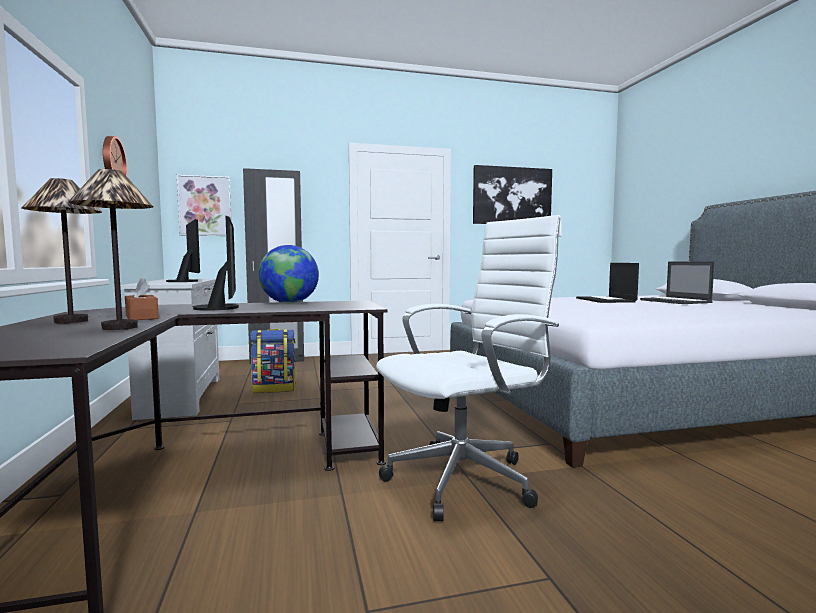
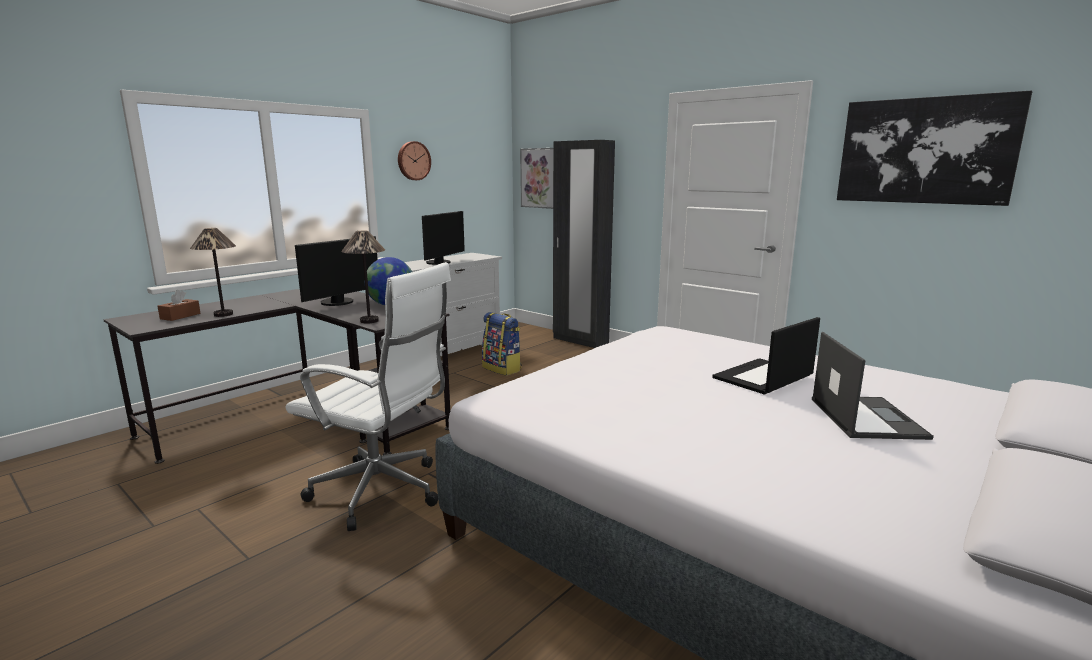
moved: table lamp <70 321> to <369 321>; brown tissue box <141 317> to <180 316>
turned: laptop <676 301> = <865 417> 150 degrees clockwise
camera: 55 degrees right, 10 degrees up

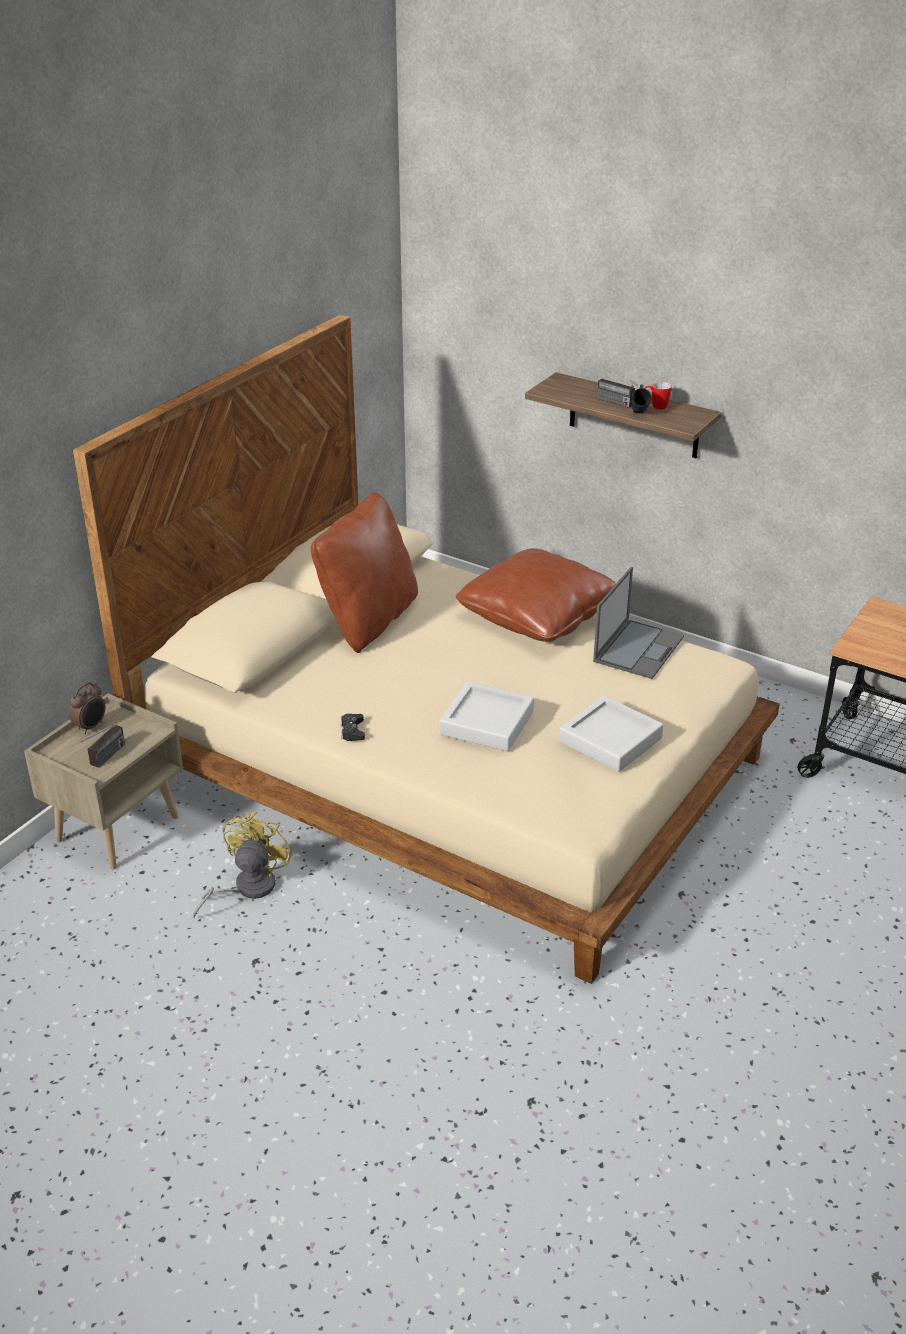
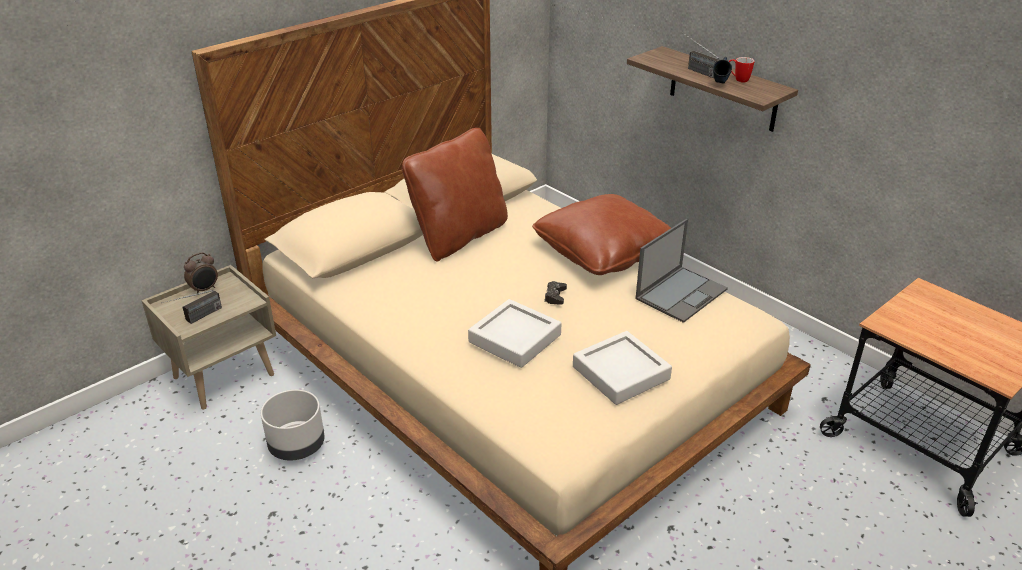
moved: black game controller <352 731> to <555 296>
replaced: yellow fan <246 888> to grey planter <296 446>
camera: 15 degrees right, 0 degrees up

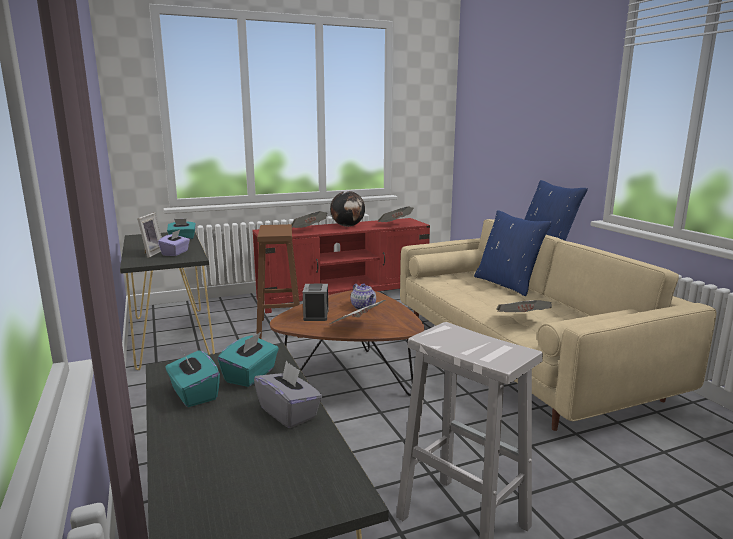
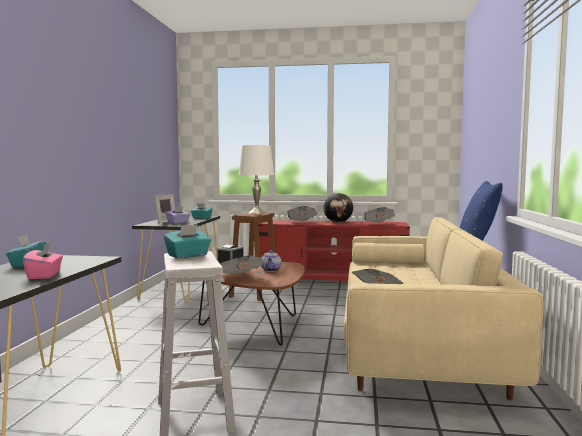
removed: blue pillow <507 284>
added: white table lamp <256 213>
moved: turquoise tissue box <251 375> to <188 255>
recoloured: grey tissue box <289 413> to pink tissue box <45 275>
camera: 30 degrees right, 10 degrees down

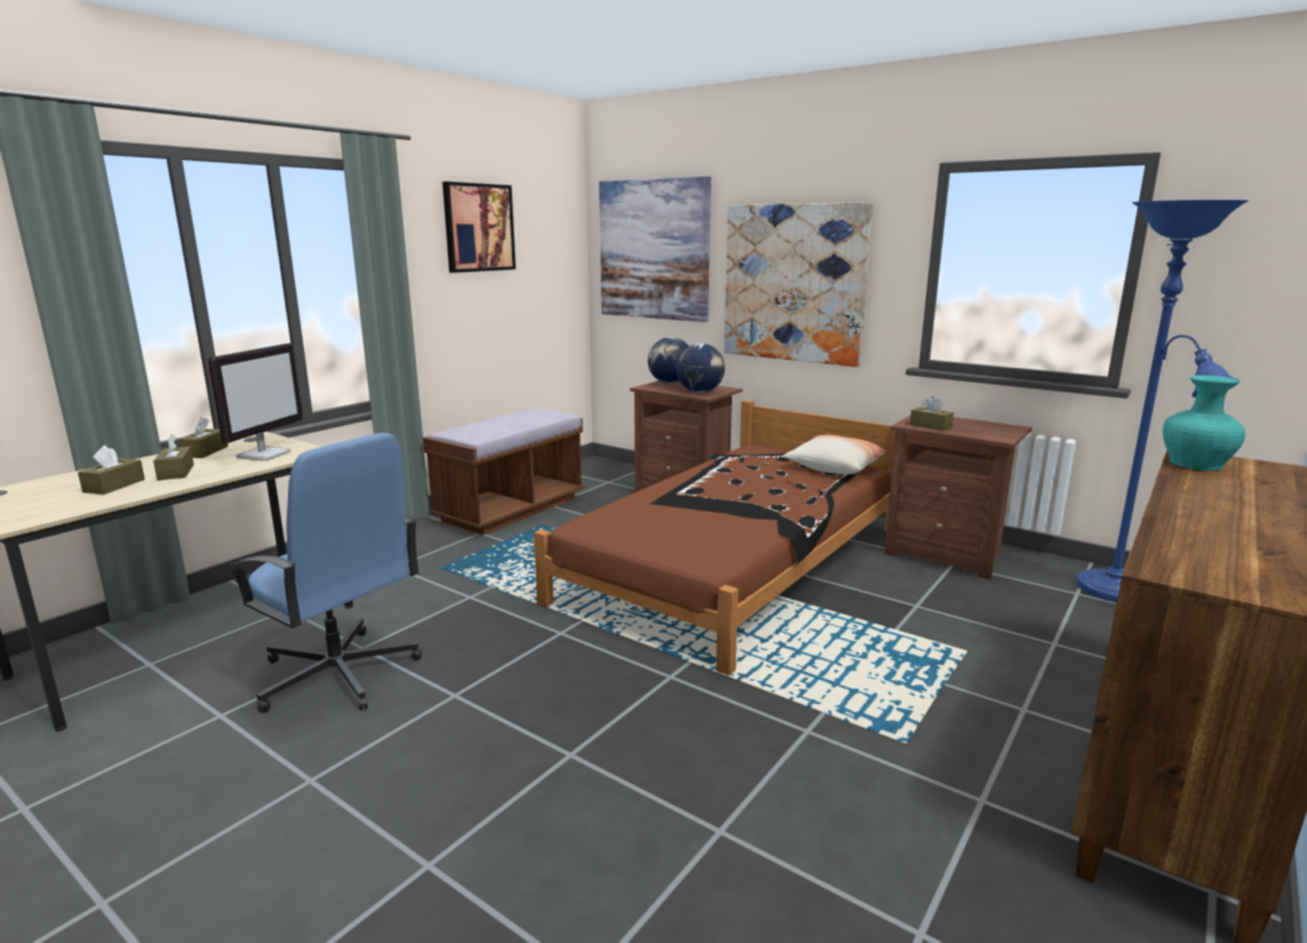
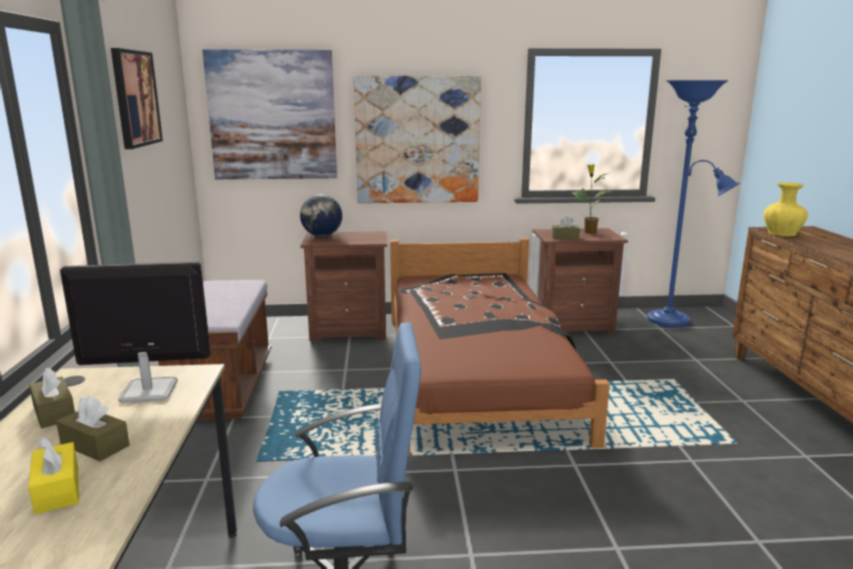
removed: globe <700 392>; pillow <835 468>
added: potted plant <589 232>
recoloured: brown tissue box <114 486> to yellow tissue box <57 489>; turquoise vase <1194 464> to yellow vase <781 233>
turned: monitor <264 454> = <147 391> 75 degrees counterclockwise
camera: 40 degrees left, 0 degrees up

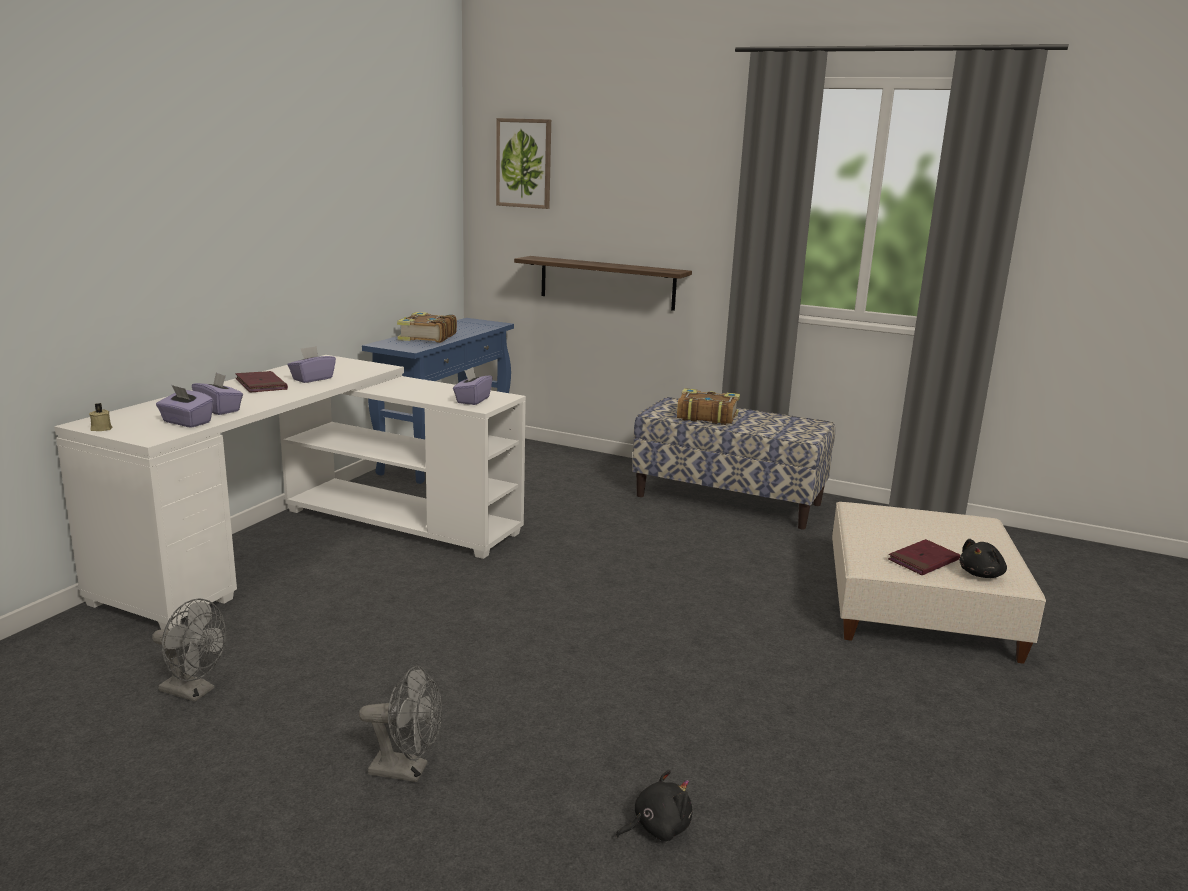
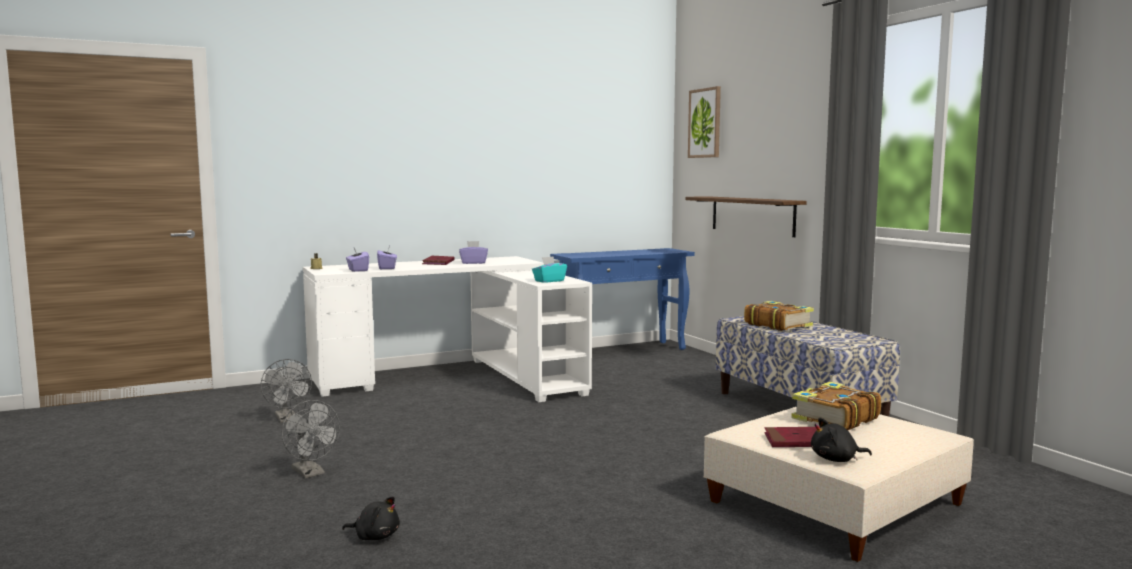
moved: book <426 337> to <834 418>
recoloured: purple tissue box <472 400> to turquoise tissue box <549 281>
camera: 40 degrees right, 10 degrees down

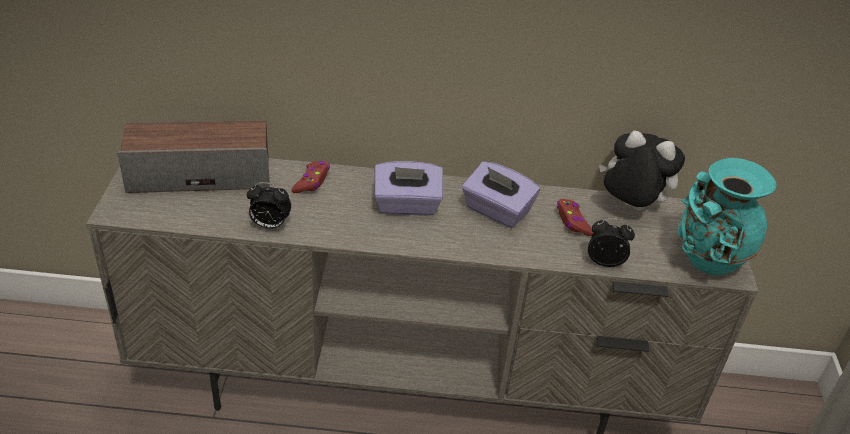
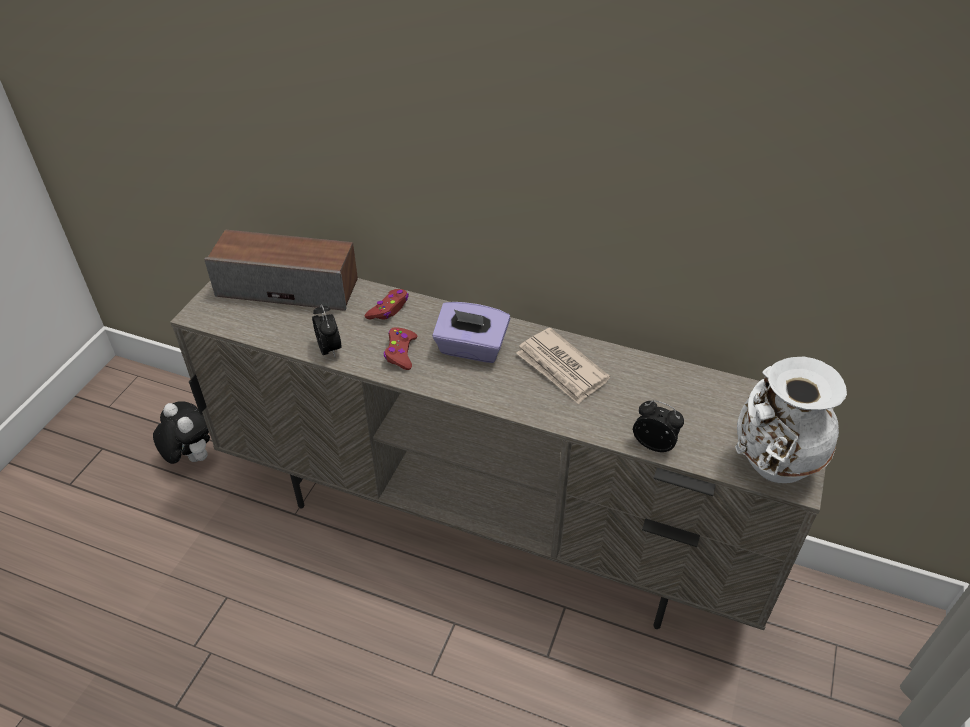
moved: red game controller <573 222> to <400 352>; plush toy <630 207> to <190 457>
replaced: purple tissue box <496 211> to newspaper <561 368>
recoloured: turquoise vase <706 262> to white vase <771 465>
turned: alarm clock <269 225> = <330 349> 135 degrees counterclockwise
camera: 20 degrees right, 5 degrees up

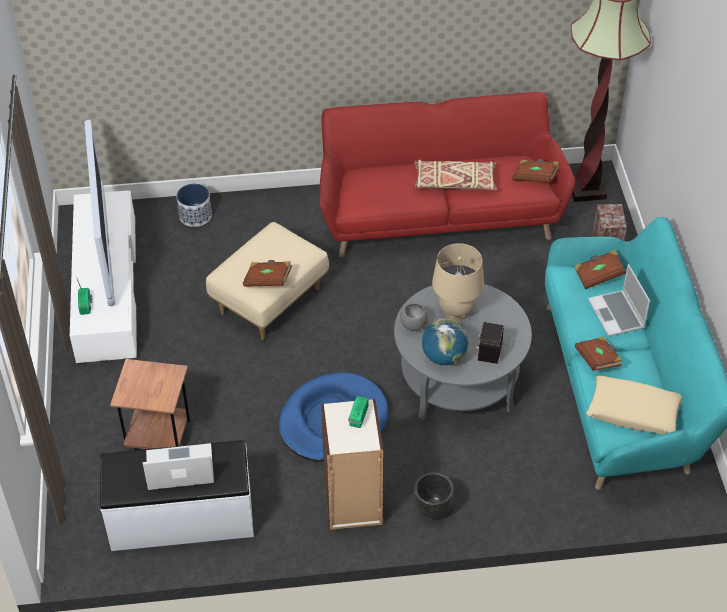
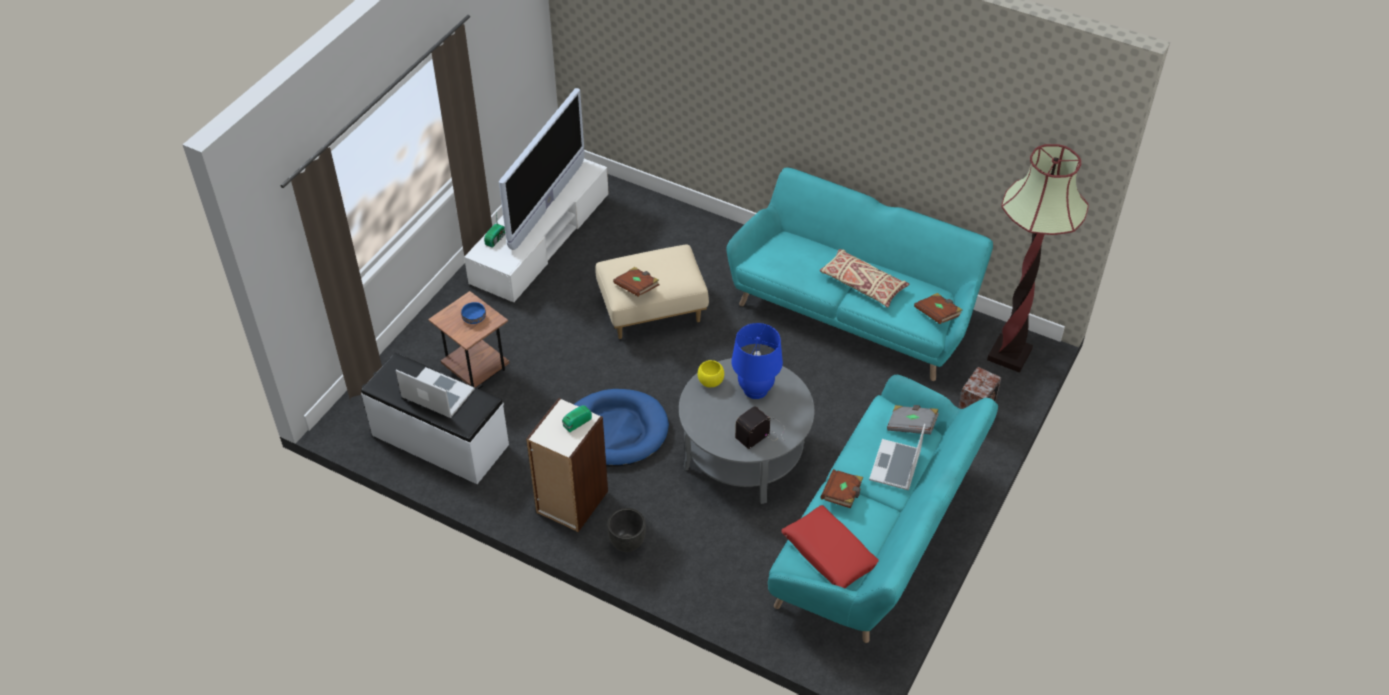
removed: planter <195 216>; globe <444 357>
added: blue bowl <473 318>
recoloured: red sofa <438 214> to turquoise sofa <855 311>; grey bowl <413 325> to yellow bowl <710 381>; beige table lamp <456 311> to blue table lamp <755 389>; brown book <598 276> to grey book <911 425>; beige pillow <633 412> to red pillow <829 554>
camera: 35 degrees right, 0 degrees up

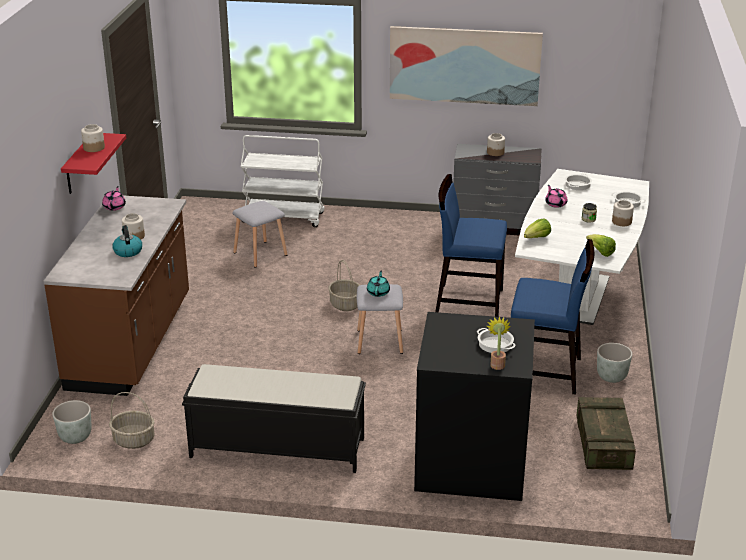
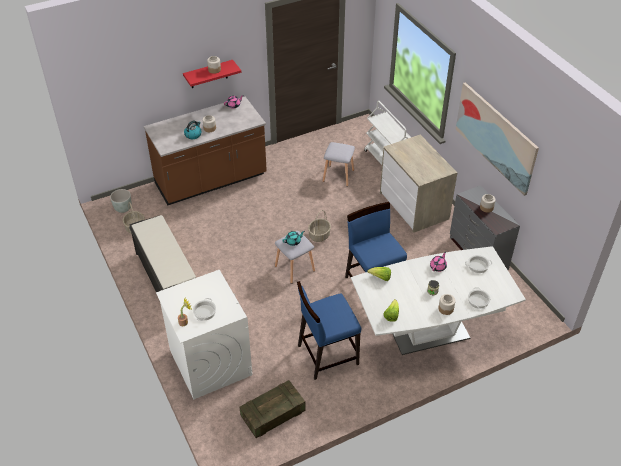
removed: grey planter <612 377>
added: dresser <414 206>
recoloured: black washing machine <470 464> to white washing machine <210 362>
turned: blue chair <545 372> = <327 354> 90 degrees clockwise
camera: 55 degrees right, 15 degrees up

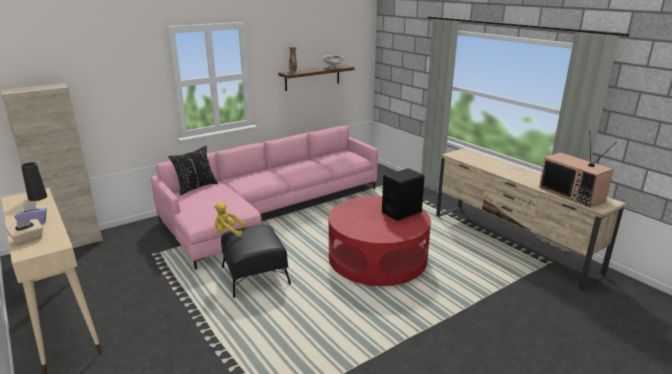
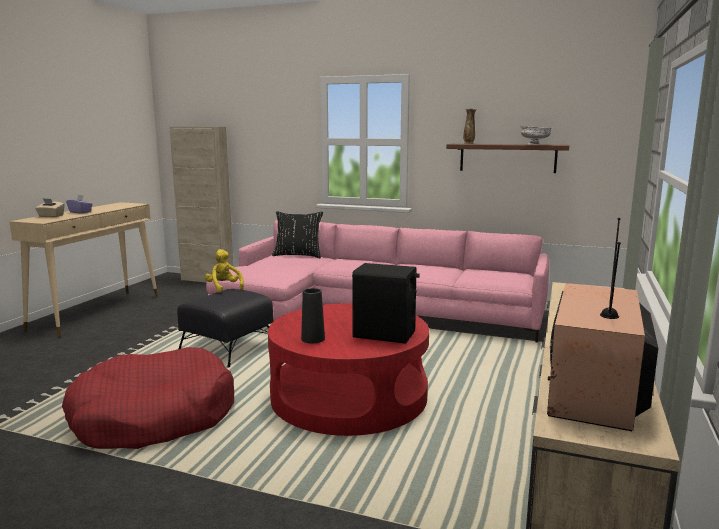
added: red dog bed <154 416>
moved: black vase <37 197> to <313 339>
camera: 55 degrees right, 10 degrees down

